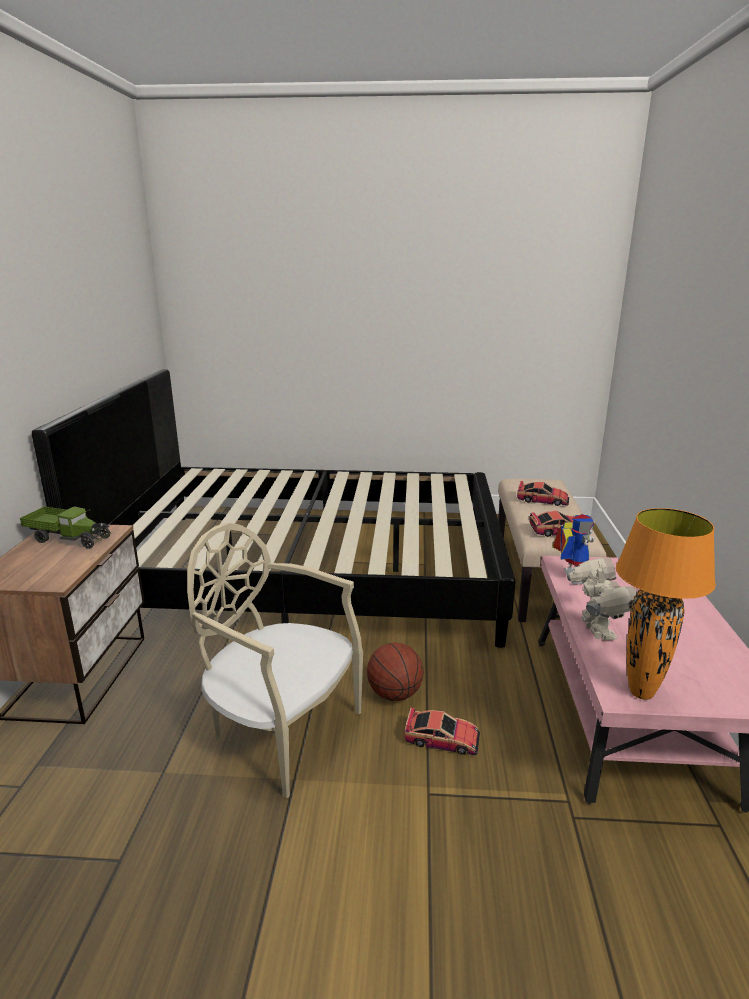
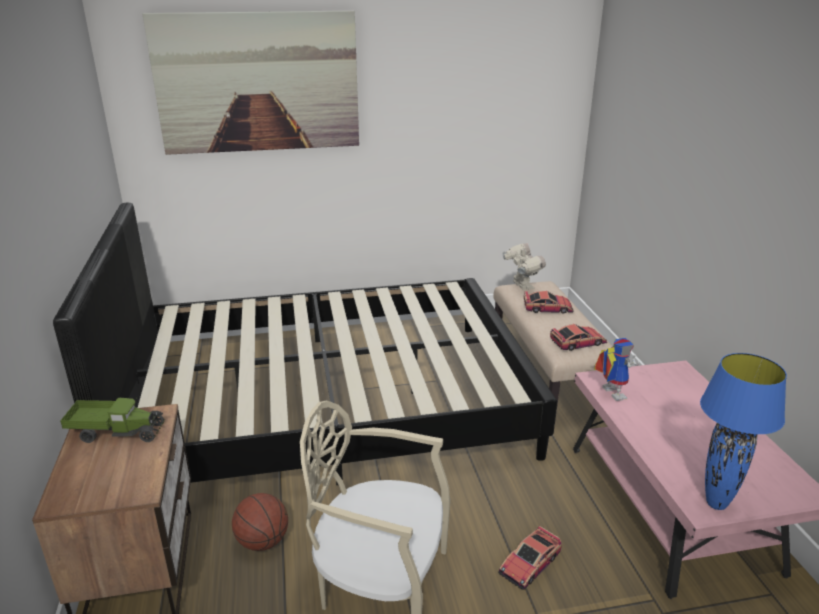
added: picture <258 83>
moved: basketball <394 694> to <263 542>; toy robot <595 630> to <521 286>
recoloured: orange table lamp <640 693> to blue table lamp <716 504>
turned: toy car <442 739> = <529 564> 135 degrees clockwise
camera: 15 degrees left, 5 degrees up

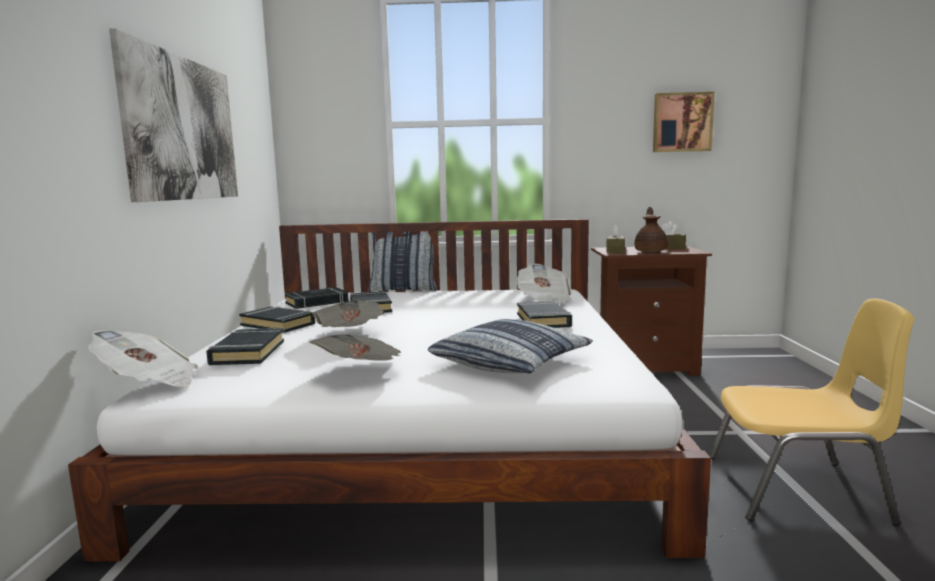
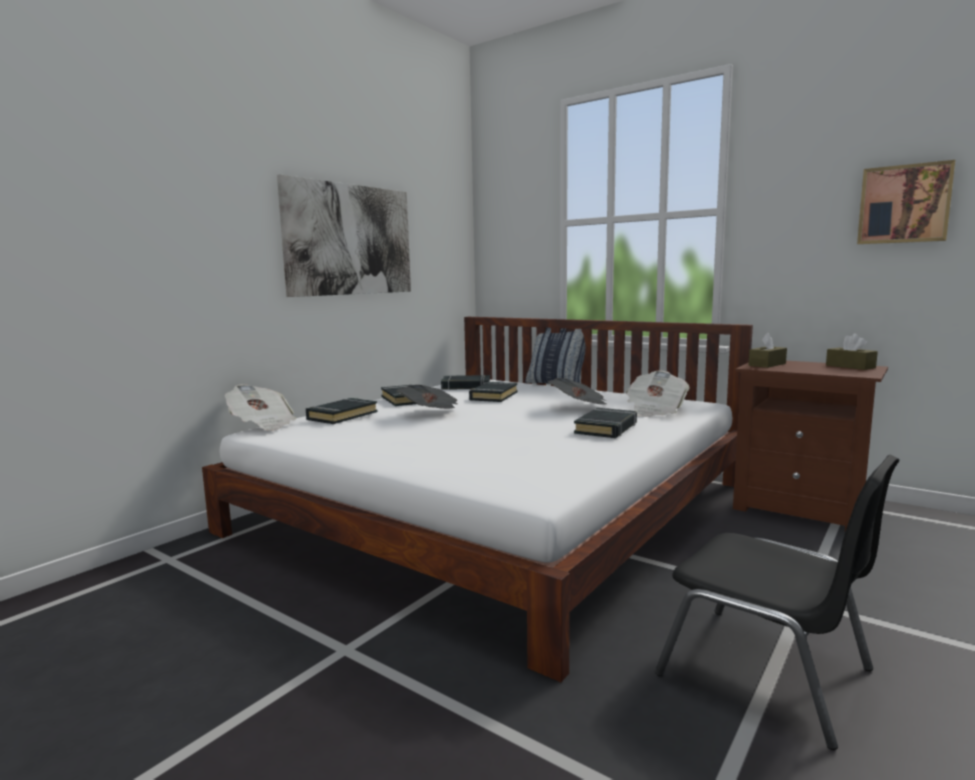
removed: pillow <511 363>; brown teapot <651 251>
moved: newspaper <361 373> to <579 408>
recoloured: yellow chair <797 489> to black chair <768 673>
camera: 35 degrees right, 0 degrees up

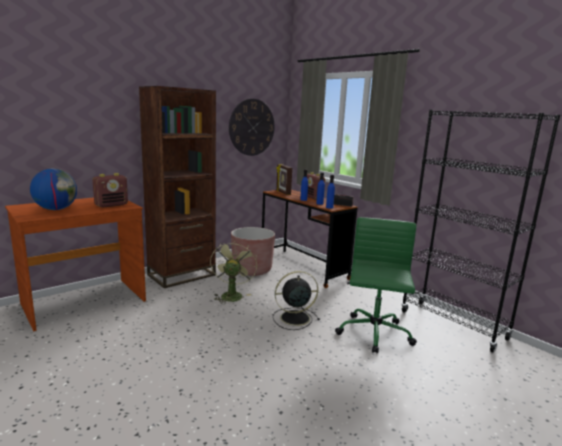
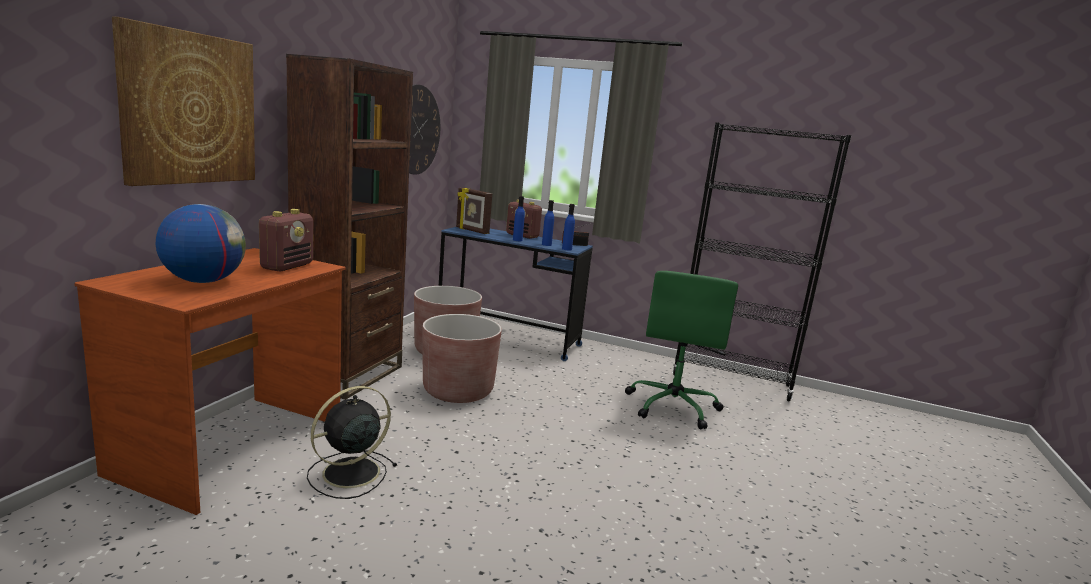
added: picture <189 108>
moved: black fan <293 318> to <349 473>
replaced: green fan <231 295> to brown planter <458 391>
recoloured: brown desk <303 268> to blue desk <508 338>
turned: green office chair <374 334> = <673 406> 150 degrees counterclockwise
camera: 30 degrees left, 0 degrees up

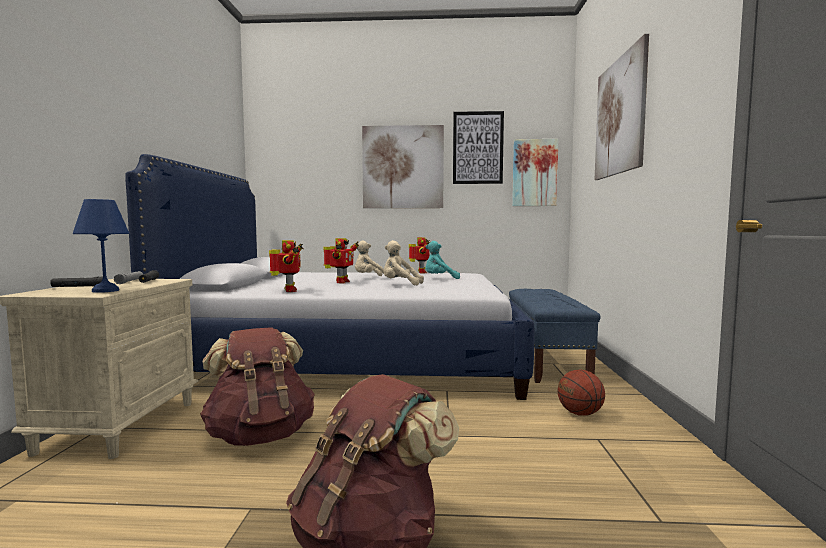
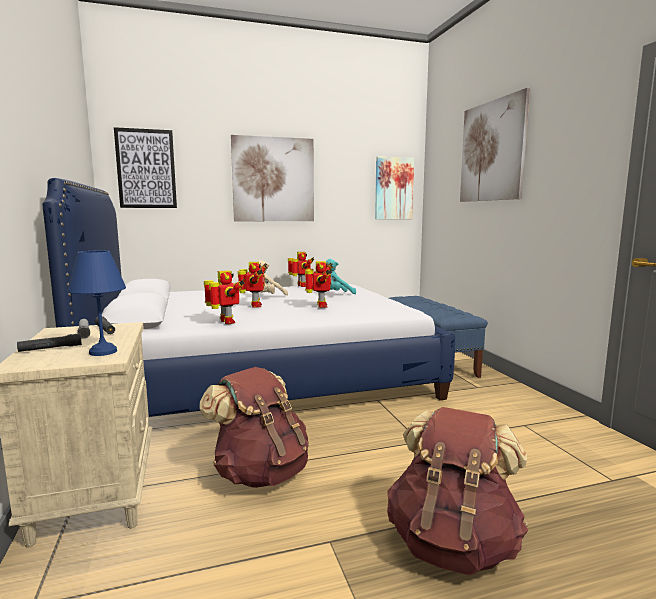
removed: basketball <579 413>
moved: picture <478 148> to <146 169>
replaced: beige plush toy <400 284> to toy robot <320 306>
camera: 20 degrees left, 5 degrees up

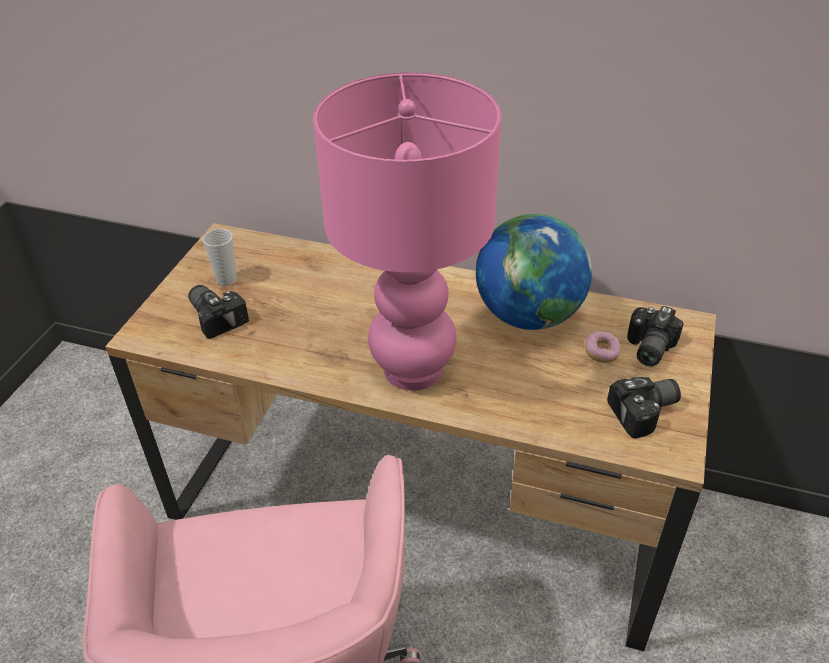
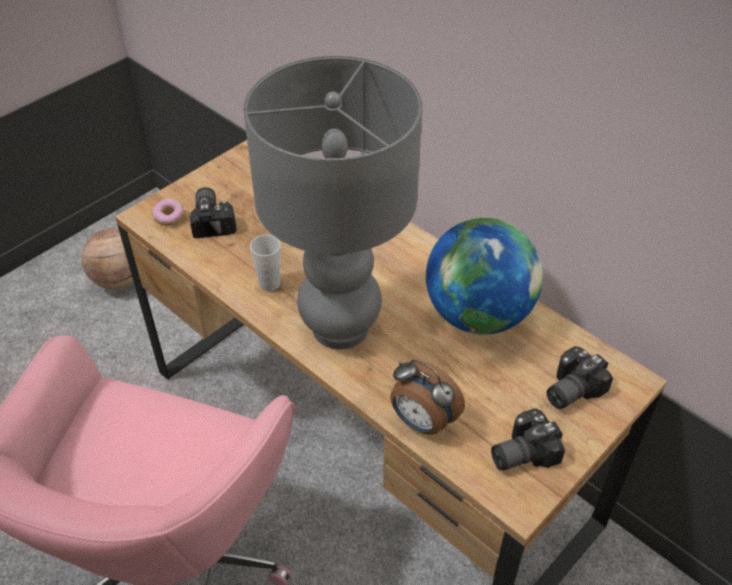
added: basketball <119 279>; alarm clock <422 422>
moved: cup <226 280> to <269 284>; donut <601 353> to <169 218>
recoloured: pink table lamp <411 369> to grey table lamp <339 327>
turned: photo camera <646 413> = <520 451> 150 degrees clockwise
camera: 25 degrees right, 5 degrees up

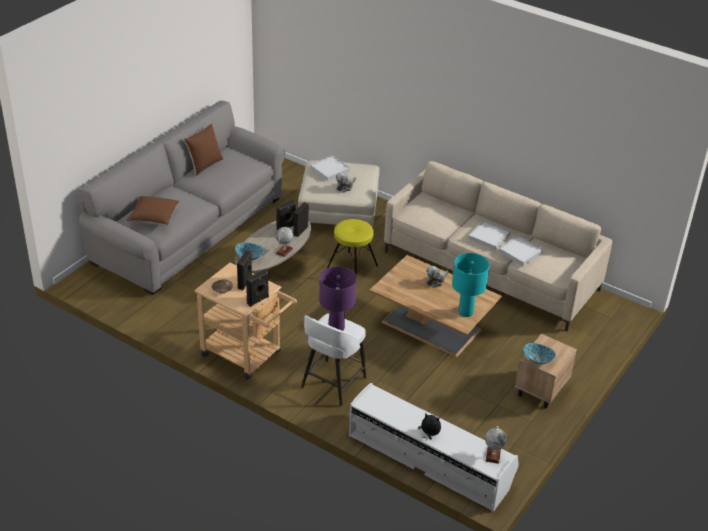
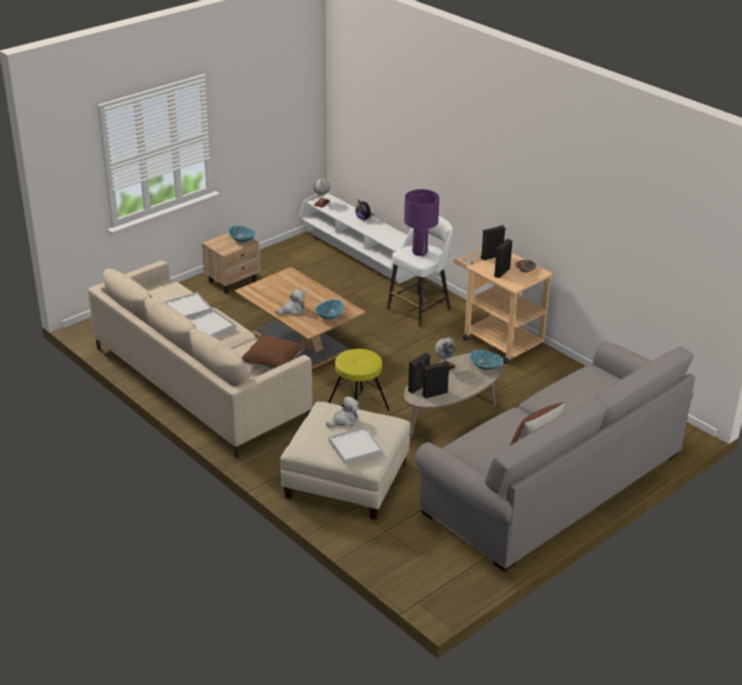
removed: turquoise table lamp <465 312>
added: bowl <329 316>
moved: brown pillow <154 218> to <273 362>
camera: 165 degrees left, 5 degrees down

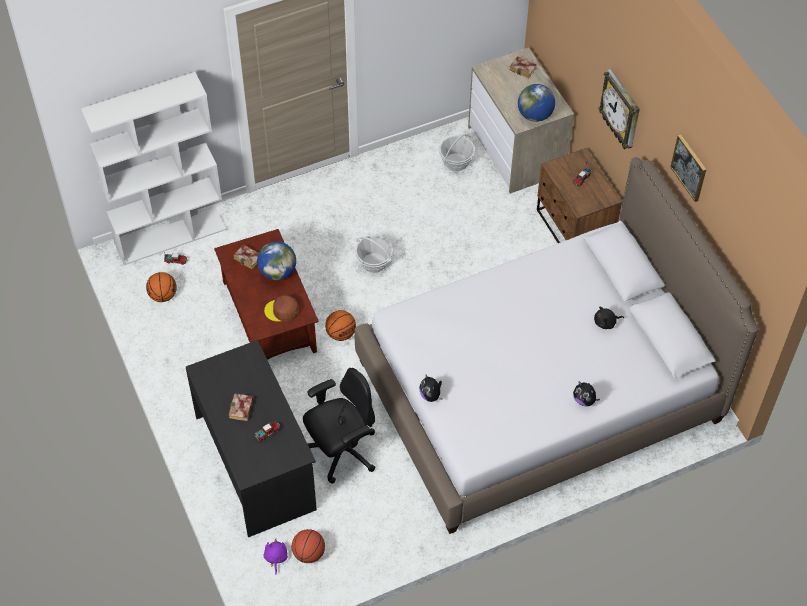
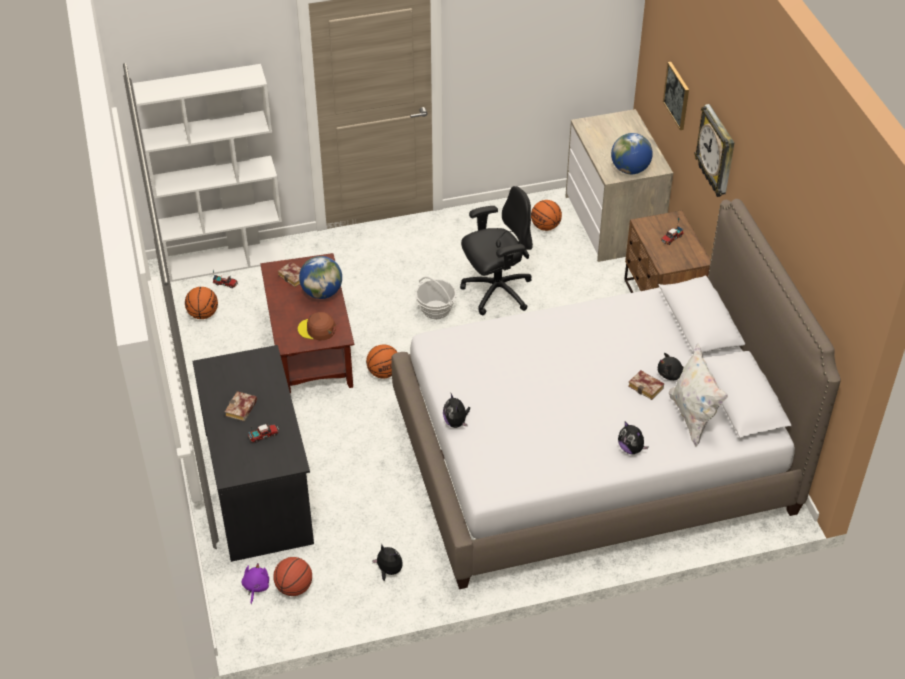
added: plush toy <388 571>; white pillow <692 417>
moved: black office chair <342 452> to <496 292>; book <524 69> to <647 387>; picture <689 167> to <677 95>
replaced: basket <456 162> to basketball <545 226>
camera: 10 degrees right, 10 degrees down

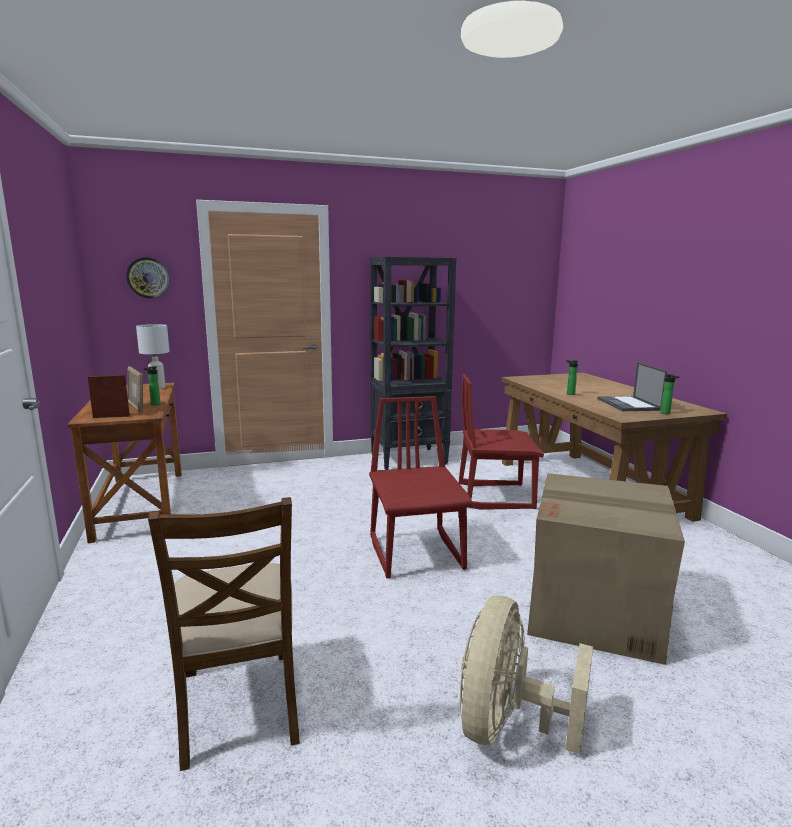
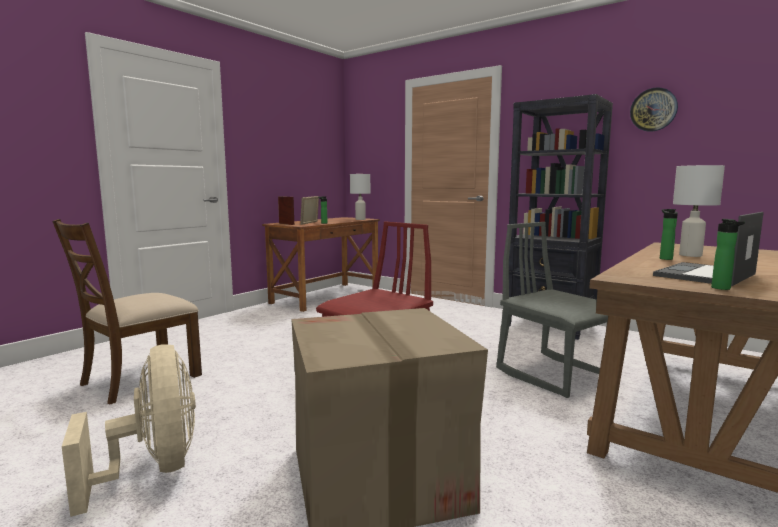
added: white table lamp <690 255>
moved: wall clock <148 278> to <653 109>
recoloured: red chair <495 496> to grey chair <554 374>
turned: beige fan <508 725> = <153 469> 75 degrees clockwise
camera: 55 degrees right, 5 degrees down

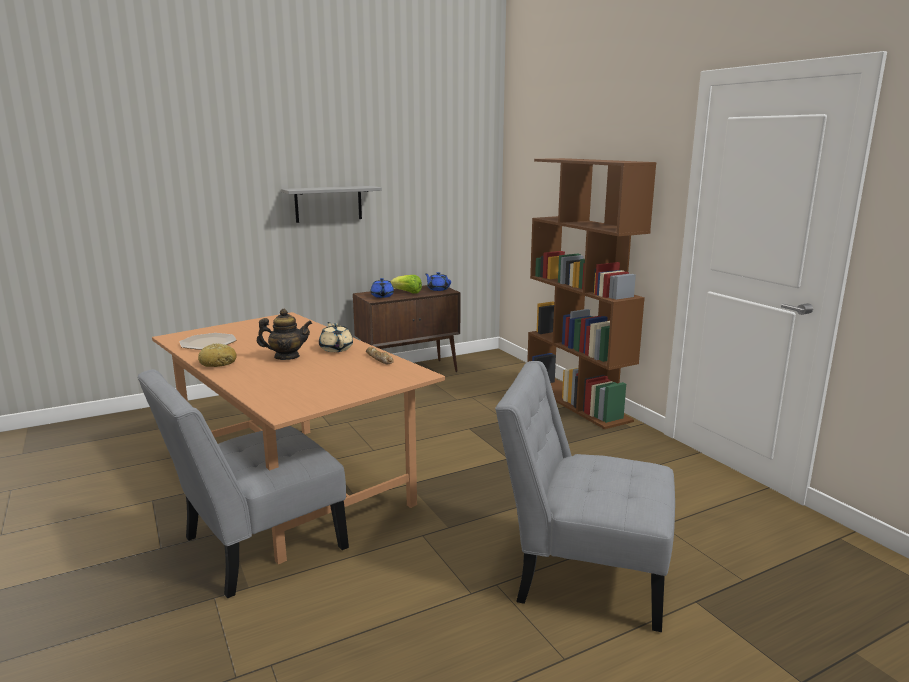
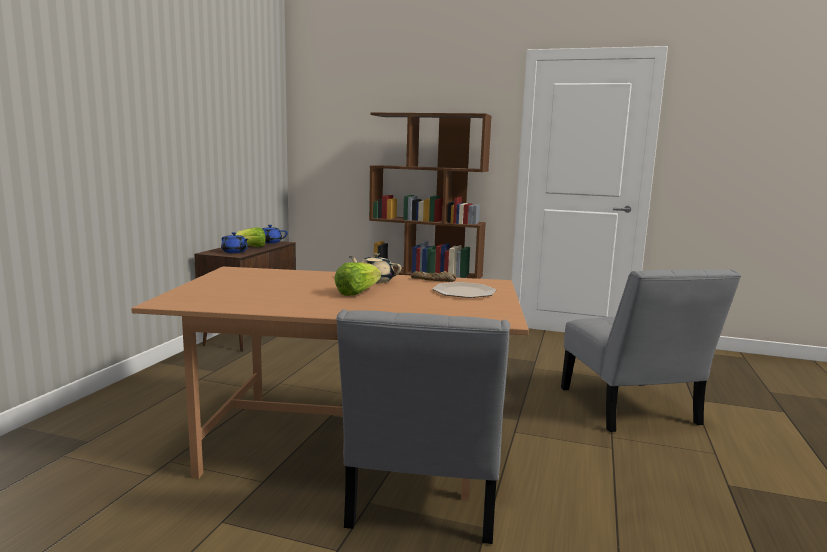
removed: bread <218 363>; grey shelf <328 204>
moved: plate <208 343> to <464 292>
replaced: teapot <286 357> to lettuce <357 293>
turned: grey chair <583 573> = <631 410> 75 degrees counterclockwise
camera: 45 degrees left, 5 degrees down

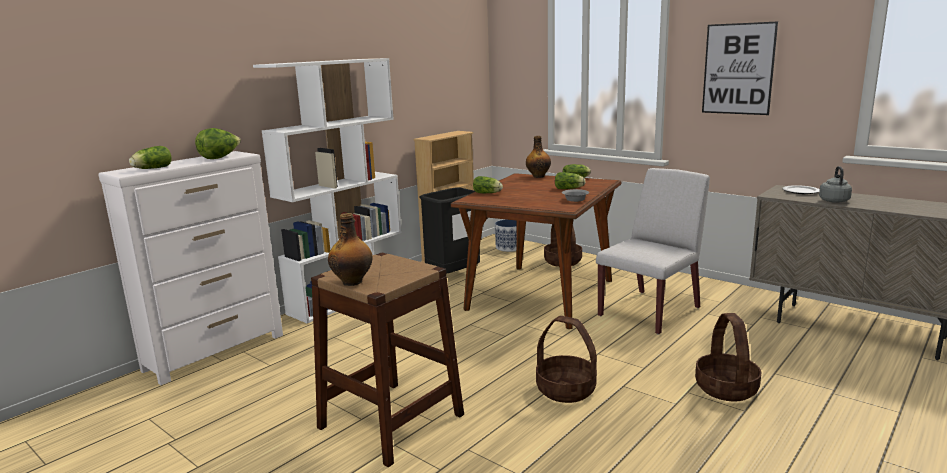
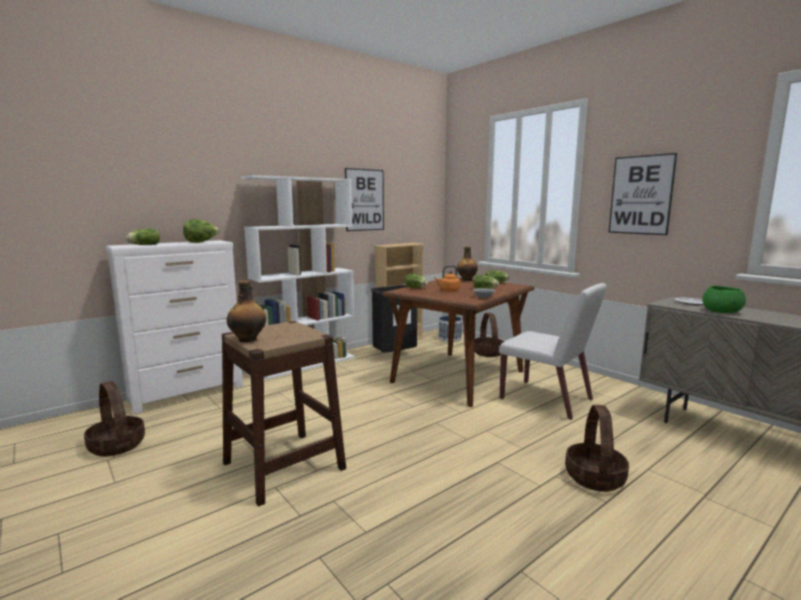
added: picture <364 200>; orange kettle <448 290>
moved: basket <566 389> to <117 445>
replaced: grey kettle <833 200> to green bowl <721 311>
turned: white chair <650 311> = <547 399> 75 degrees clockwise
camera: 10 degrees right, 5 degrees down

